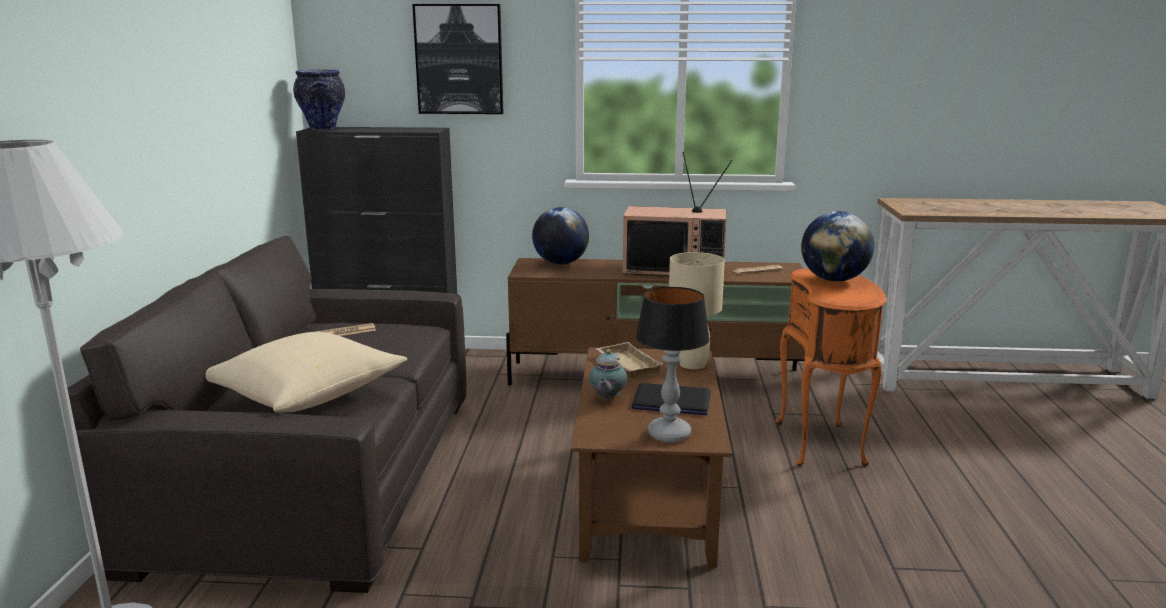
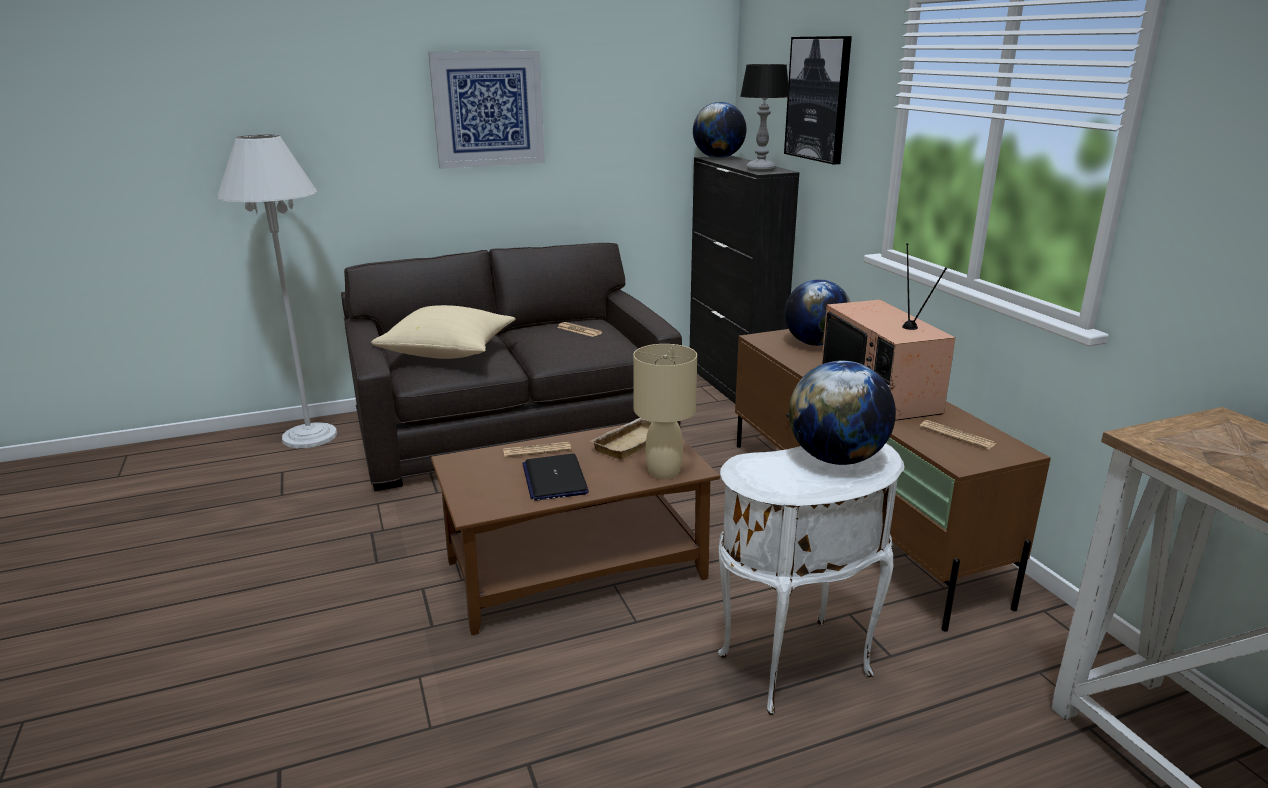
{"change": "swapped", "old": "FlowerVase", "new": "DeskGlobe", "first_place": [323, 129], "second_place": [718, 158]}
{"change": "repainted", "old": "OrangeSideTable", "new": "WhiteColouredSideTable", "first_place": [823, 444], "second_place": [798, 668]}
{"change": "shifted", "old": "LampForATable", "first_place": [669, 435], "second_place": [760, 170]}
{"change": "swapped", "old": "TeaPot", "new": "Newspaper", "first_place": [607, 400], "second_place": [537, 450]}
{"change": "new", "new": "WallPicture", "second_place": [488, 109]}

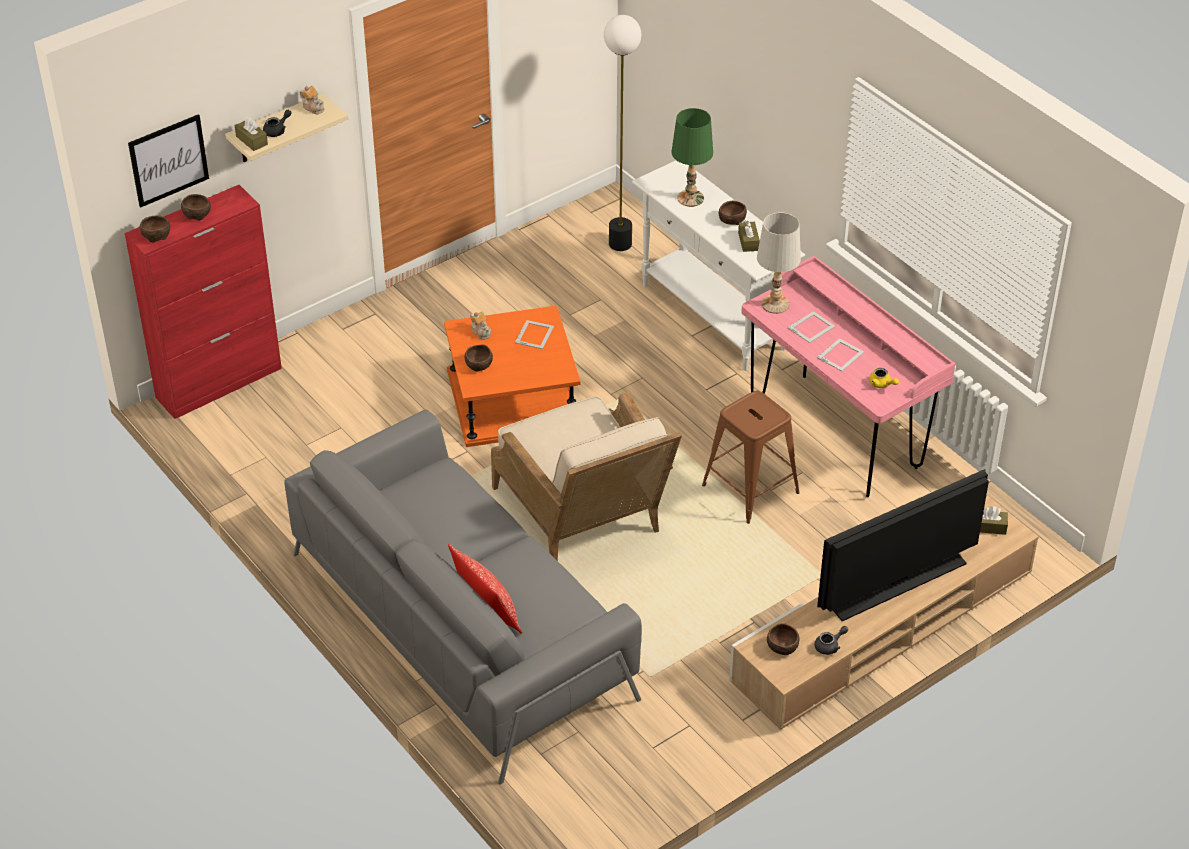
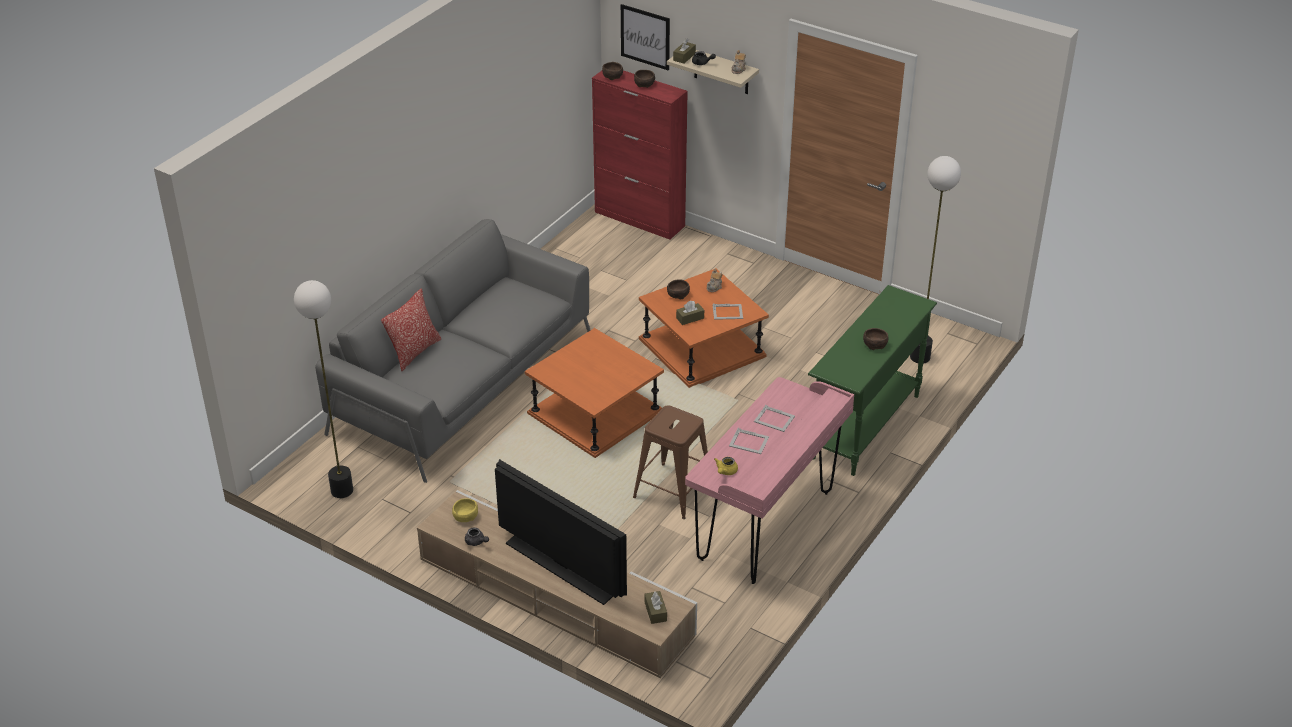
{"change": "gone", "old": "GreenColouredLampForATable", "first_place": [690, 198]}
{"change": "repainted", "old": "WhiteColouredNarrowTable", "new": "GreenColouredNarrowTable", "first_place": [713, 317], "second_place": [865, 427]}
{"change": "gone", "old": "WhiteColouredLampForATable", "first_place": [775, 304]}
{"change": "shifted", "old": "BrownishBoxOfTissues", "first_place": [748, 241], "second_place": [690, 318]}
{"change": "swapped", "old": "BeigeColouredEasyChair", "new": "OrangeSideTable", "first_place": [585, 519], "second_place": [595, 413]}
{"change": "repainted", "old": "BrownishBowl", "new": "YellowColouredBowl", "first_place": [782, 647], "second_place": [465, 517]}
{"change": "new", "new": "FloorLamp", "second_place": [341, 490]}

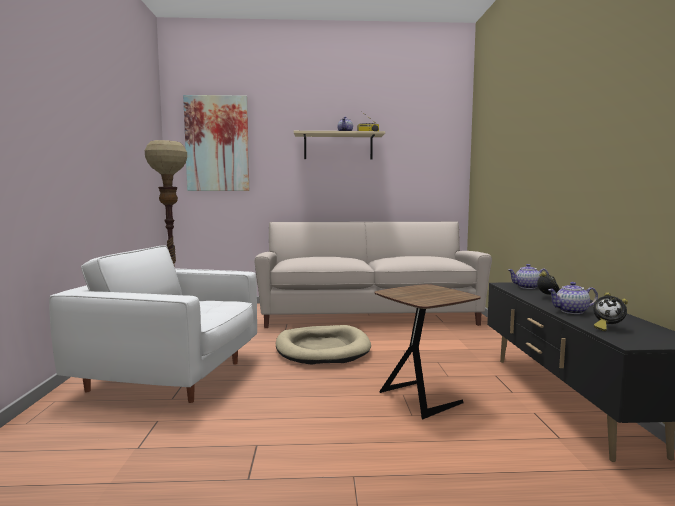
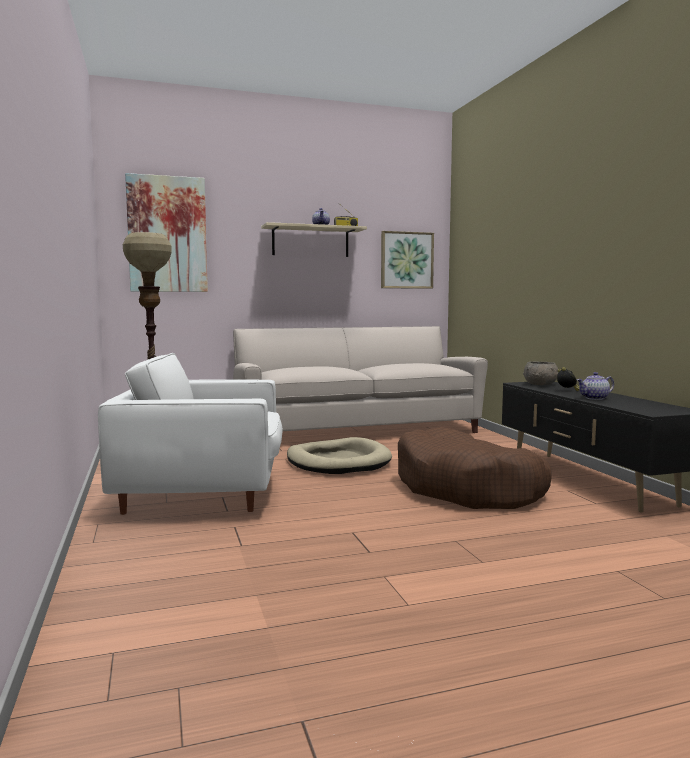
{"change": "swapped", "old": "TeaPot", "new": "GrayBowl", "first_place": [527, 287], "second_place": [541, 384]}
{"change": "swapped", "old": "BrownishSideTable", "new": "BrownishPetBed", "first_place": [422, 397], "second_place": [468, 489]}
{"change": "gone", "old": "BedsideClock", "first_place": [606, 328]}
{"change": "new", "new": "WallPicture", "second_place": [406, 260]}

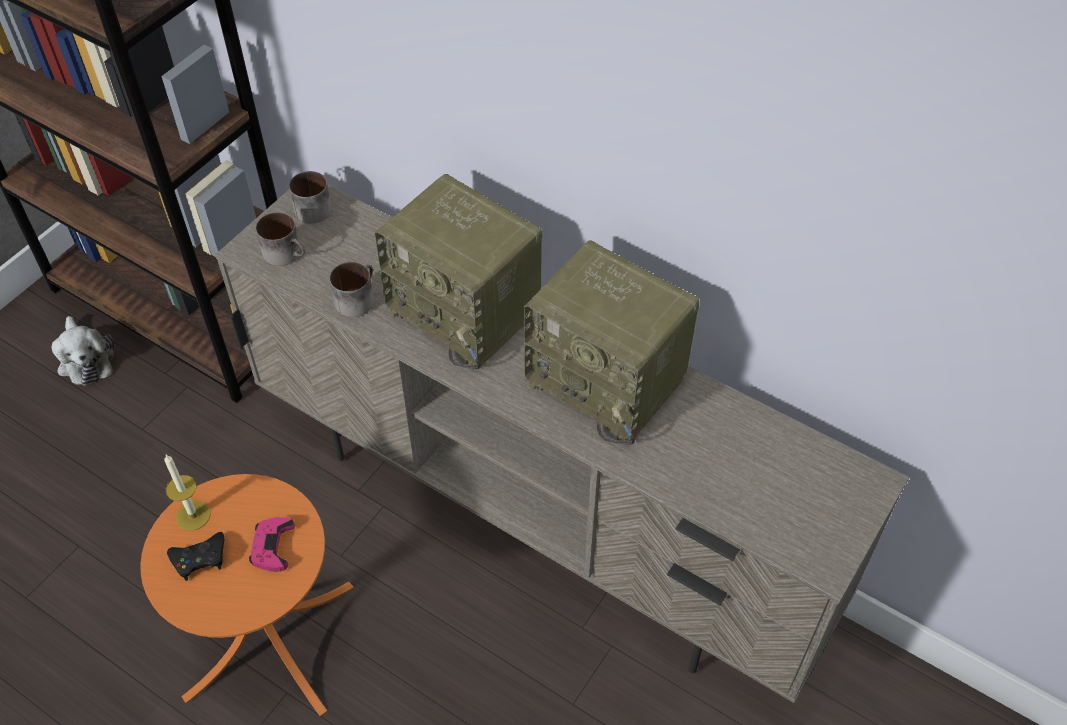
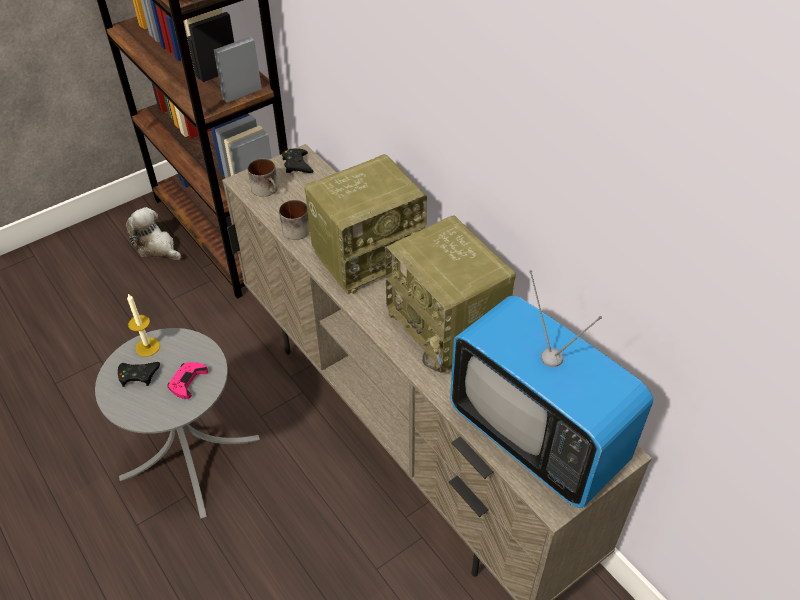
{"change": "swapped", "old": "Mug", "new": "BlackGamepad", "first_place": [310, 207], "second_place": [297, 164]}
{"change": "rotated", "old": "Radio", "first_place": [467, 311], "second_place": [369, 254], "degrees": -90}
{"change": "rotated", "old": "SoftToy", "first_place": [85, 359], "second_place": [157, 247], "degrees": 135}
{"change": "repainted", "old": "OrangeSideTable", "new": "GraySideTable", "first_place": [270, 640], "second_place": [191, 457]}
{"change": "new", "new": "Tv", "second_place": [537, 437]}

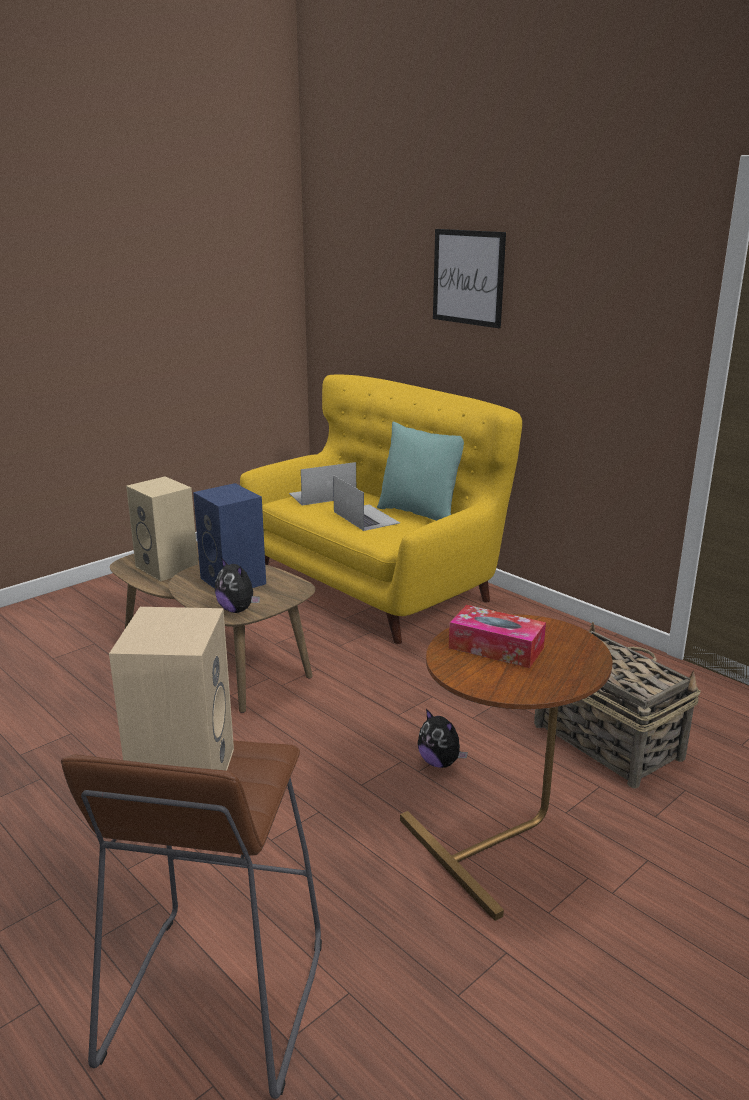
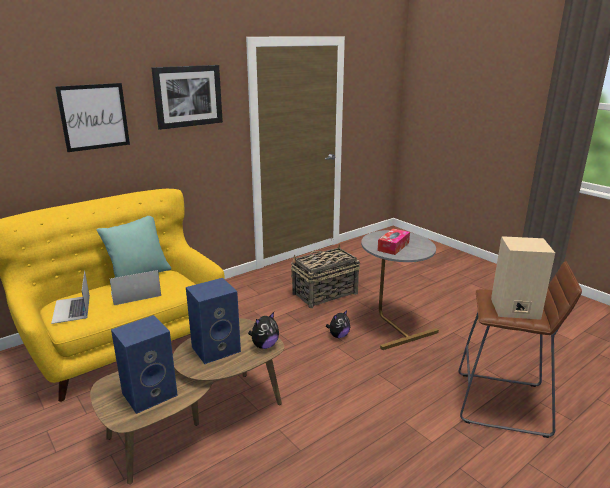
{"change": "repainted", "old": "BeigeColouredAudioSpeaker", "new": "BlueAudioSpeaker", "first_place": [168, 568], "second_place": [150, 393]}
{"change": "repainted", "old": "BrownishSideTable", "new": "GraySideTable", "first_place": [503, 840], "second_place": [392, 326]}
{"change": "new", "new": "WallPicture", "second_place": [188, 96]}

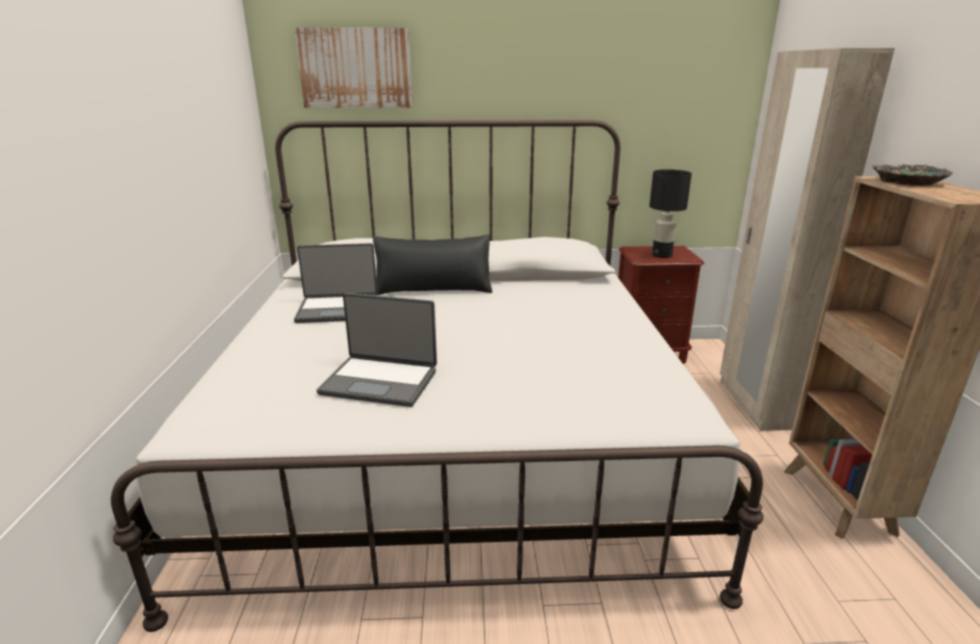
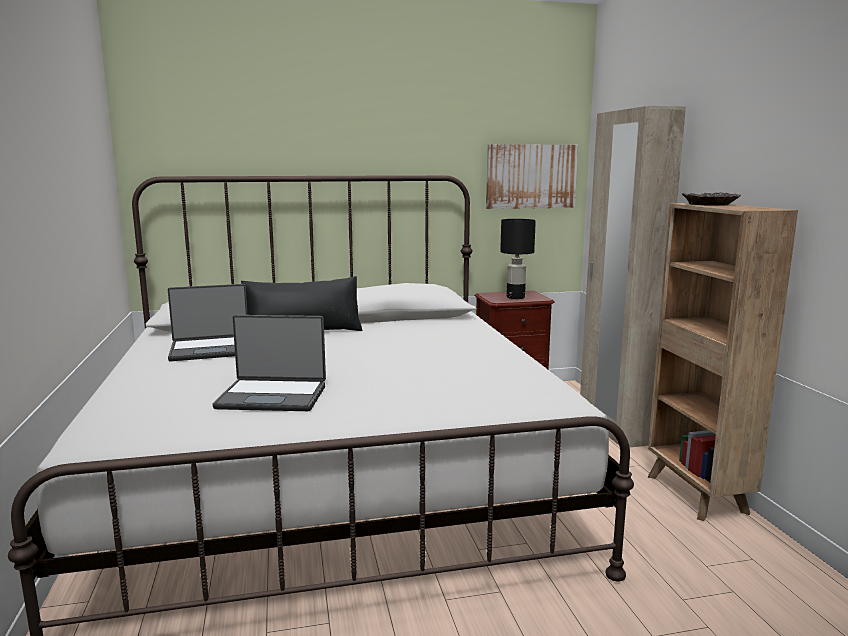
{"change": "shifted", "old": "WallPicture", "first_place": [356, 68], "second_place": [531, 176]}

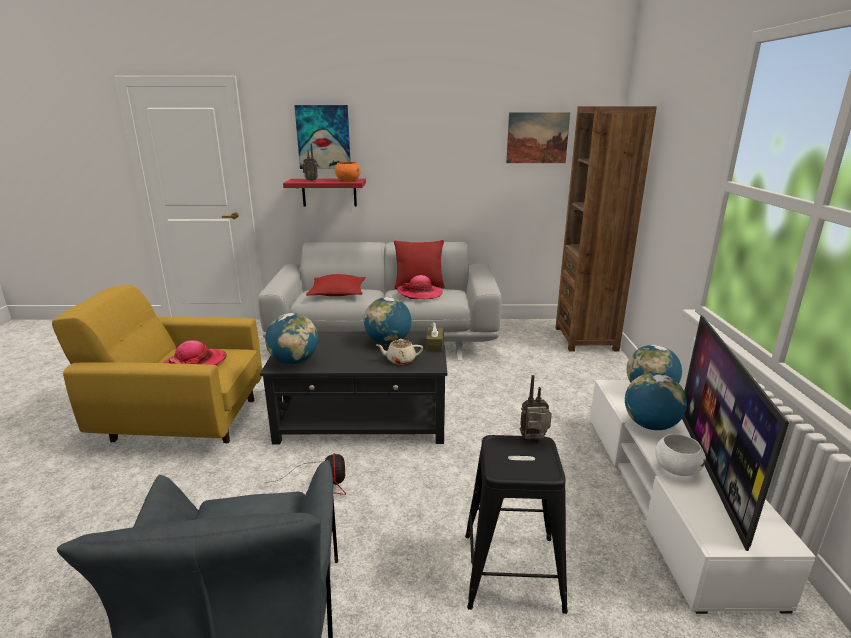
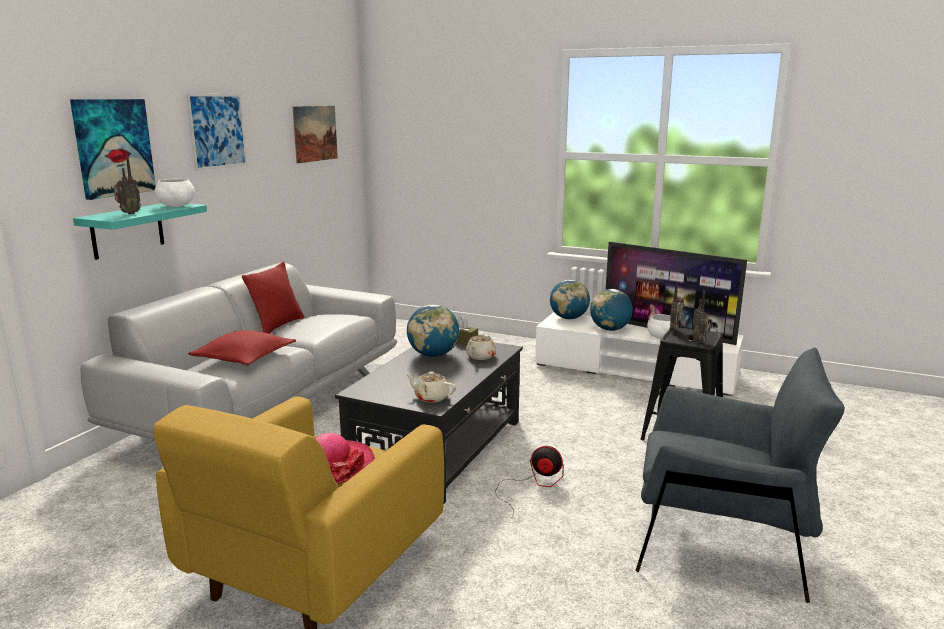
{"change": "gone", "old": "BrownishBookshelf", "first_place": [586, 339]}
{"change": "repainted", "old": "OrangeBowl", "new": "WhiteColouredBowl", "first_place": [348, 181], "second_place": [176, 206]}
{"change": "repainted", "old": "RedShelf", "new": "TurquoiseColouredShelf", "first_place": [329, 192], "second_place": [127, 230]}
{"change": "gone", "old": "WearableHat", "first_place": [420, 293]}
{"change": "swapped", "old": "DeskGlobe", "new": "BeigeColouredTeaPot", "first_place": [294, 361], "second_place": [431, 397]}
{"change": "new", "new": "WallPicture", "second_place": [217, 131]}
{"change": "new", "new": "Radio", "second_place": [699, 341]}

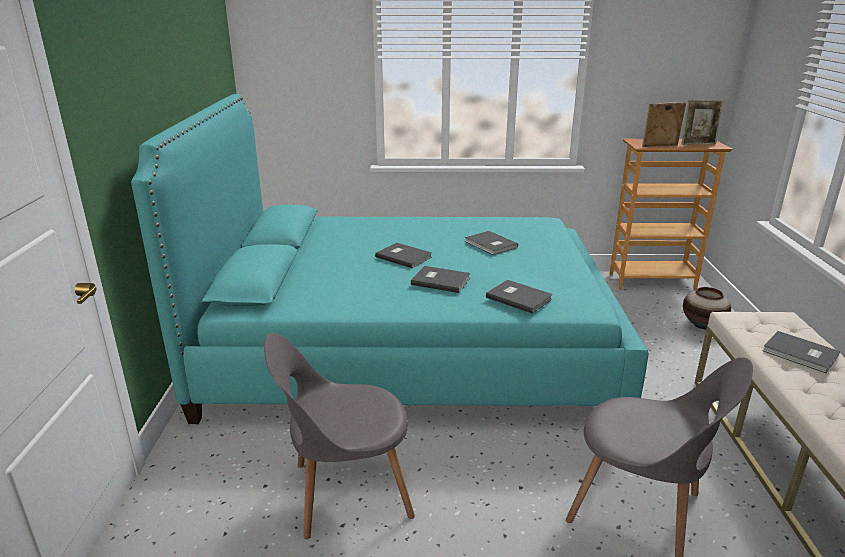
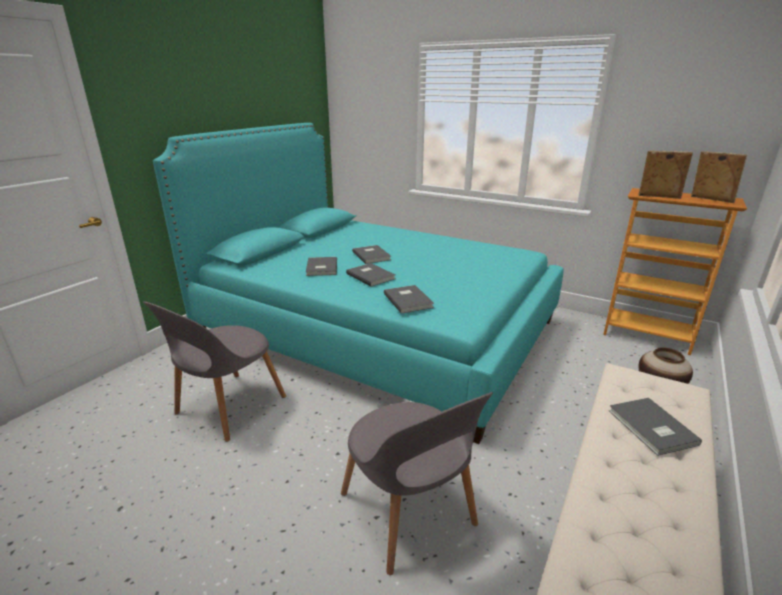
{"change": "rotated", "old": "StandingFrame", "first_place": [698, 144], "second_place": [710, 200], "degrees": -150}
{"change": "shifted", "old": "GrayVolume", "first_place": [490, 245], "second_place": [320, 268]}
{"change": "rotated", "old": "GrayUprightChair", "first_place": [346, 491], "second_place": [227, 407], "degrees": -75}

